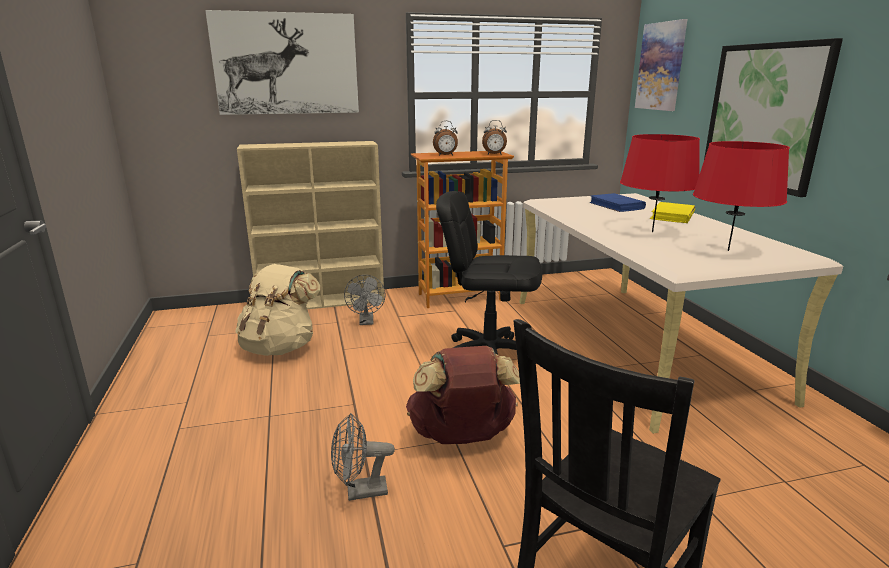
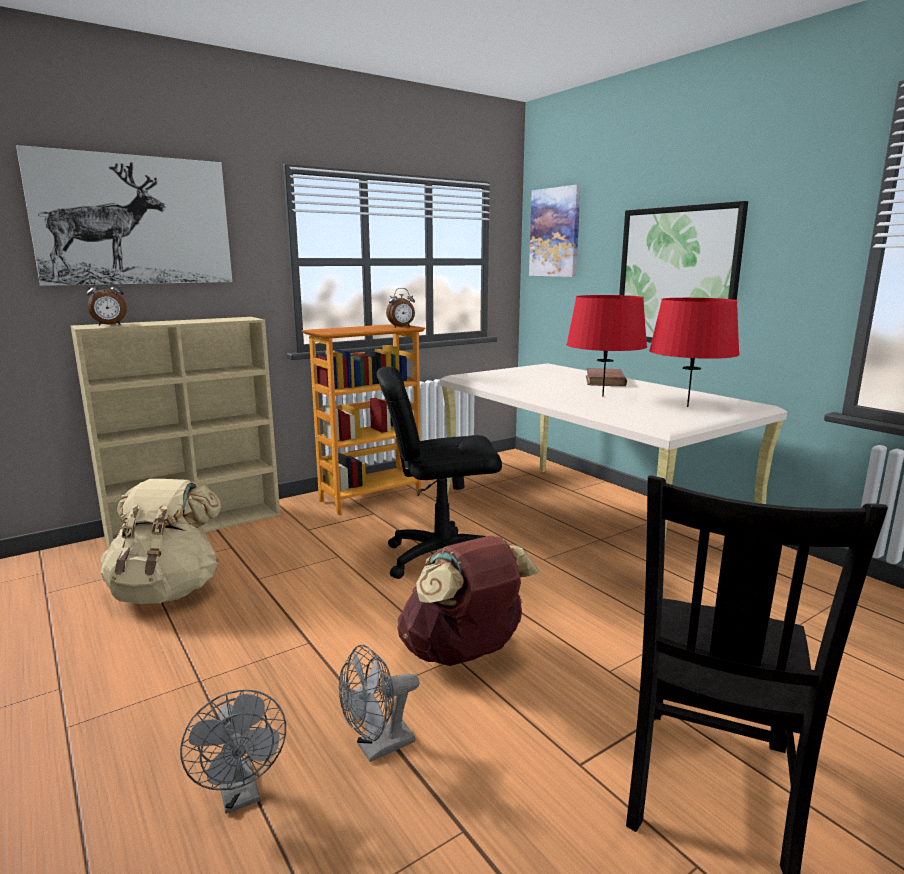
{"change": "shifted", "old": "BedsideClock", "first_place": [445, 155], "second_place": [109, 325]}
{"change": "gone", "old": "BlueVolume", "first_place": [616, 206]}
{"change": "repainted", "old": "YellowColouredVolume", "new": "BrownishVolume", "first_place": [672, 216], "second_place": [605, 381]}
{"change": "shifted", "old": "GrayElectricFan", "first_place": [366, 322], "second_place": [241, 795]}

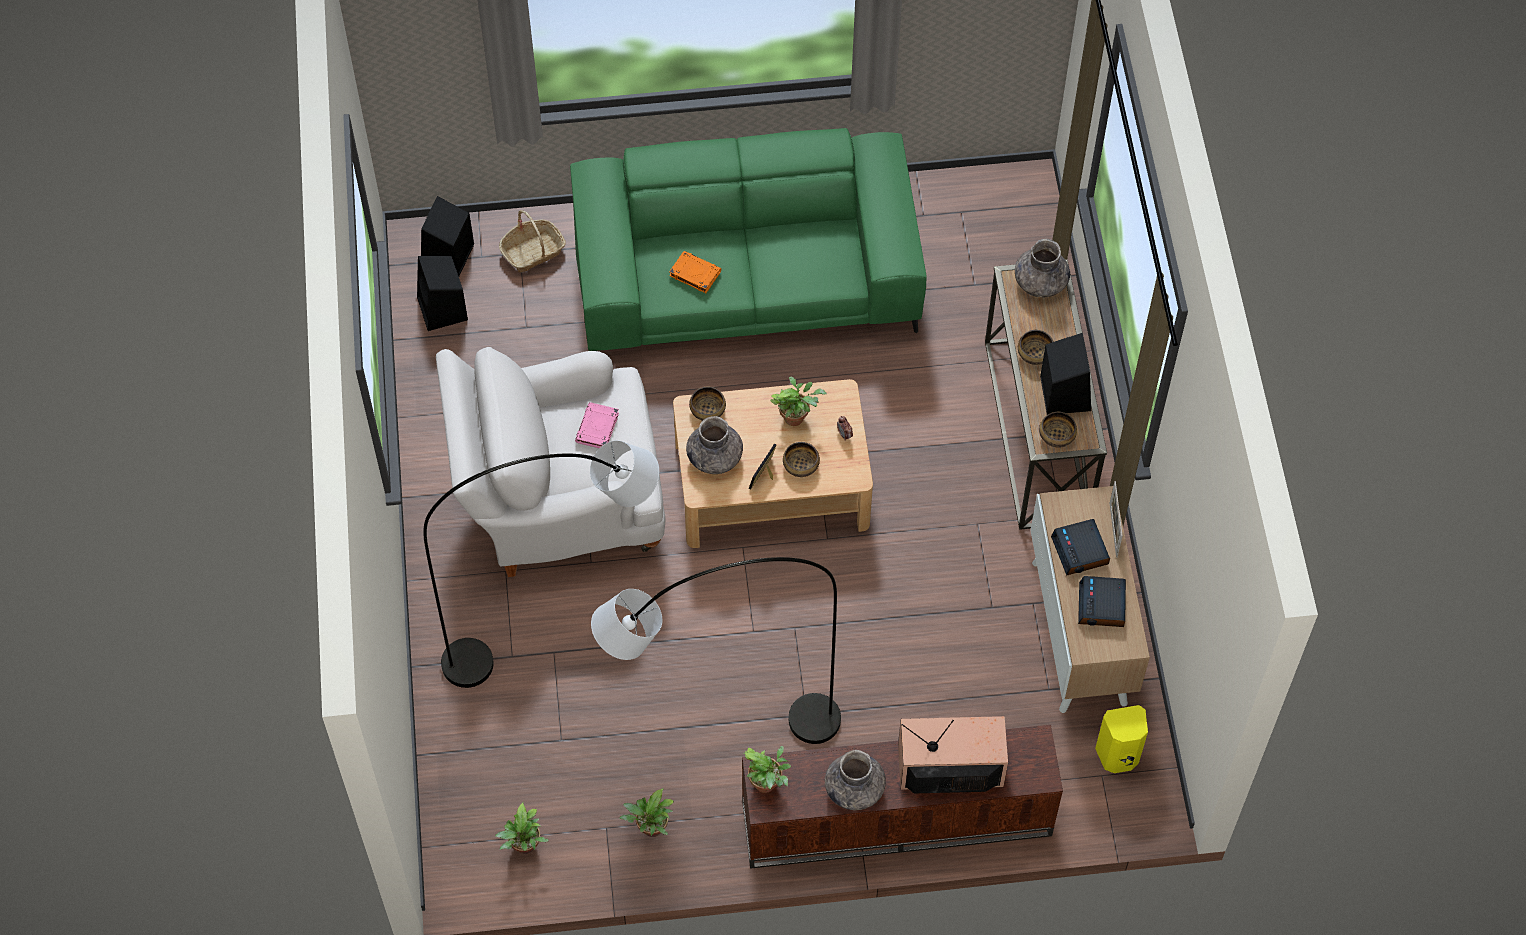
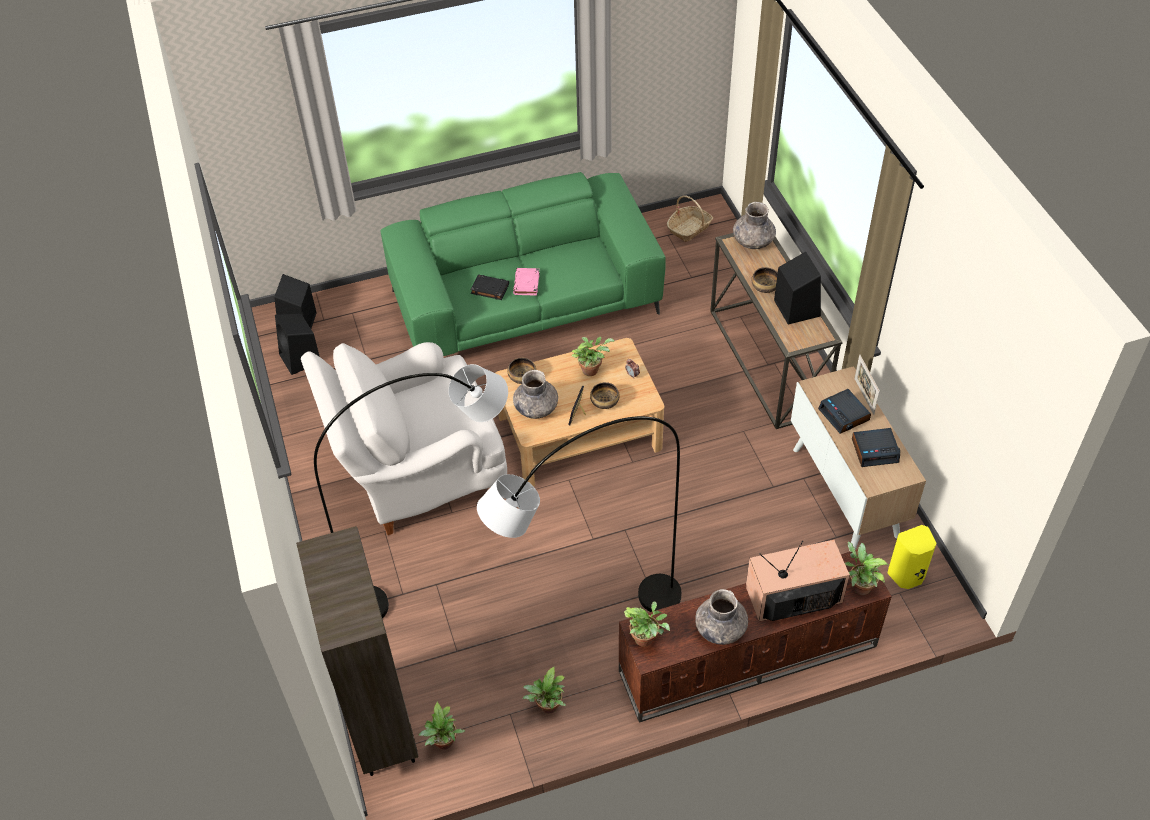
{"change": "shifted", "old": "HouseholdBasket", "first_place": [533, 252], "second_place": [689, 228]}
{"change": "repainted", "old": "OrangeVolume", "new": "BlackVolume", "first_place": [694, 274], "second_place": [489, 289]}
{"change": "shifted", "old": "PinkColouredVolume", "first_place": [597, 428], "second_place": [526, 284]}
{"change": "gone", "old": "Bowl", "first_place": [1056, 435]}
{"change": "rotated", "old": "BedsideClock", "first_place": [1102, 606], "second_place": [875, 450], "degrees": -90}
{"change": "new", "new": "BrownishBookshelf", "second_place": [380, 727]}
{"change": "new", "new": "Houseplant", "second_place": [859, 586]}

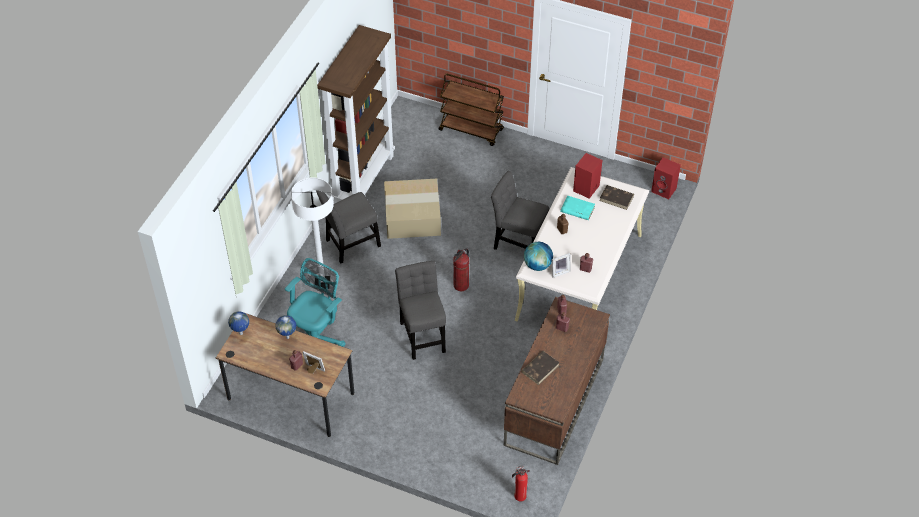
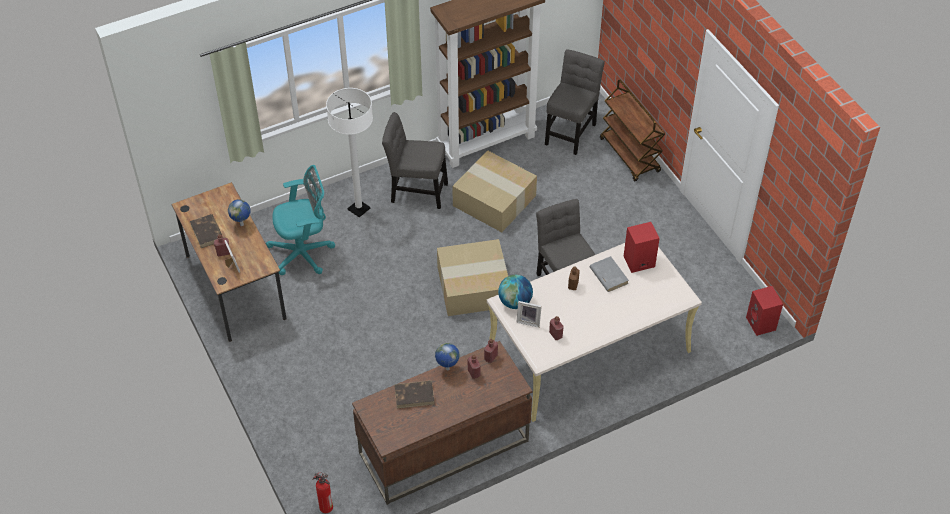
{"change": "shifted", "old": "BrownishVolume", "first_place": [617, 198], "second_place": [207, 232]}
{"change": "repainted", "old": "TurquoiseColouredVolume", "new": "GrayVolume", "first_place": [577, 209], "second_place": [608, 275]}
{"change": "swapped", "old": "FireExtinguisher", "new": "PackingBox", "first_place": [461, 285], "second_place": [472, 288]}
{"change": "shifted", "old": "GrayUprightChair", "first_place": [422, 334], "second_place": [571, 132]}
{"change": "shifted", "old": "DeskGlobe", "first_place": [241, 334], "second_place": [447, 369]}

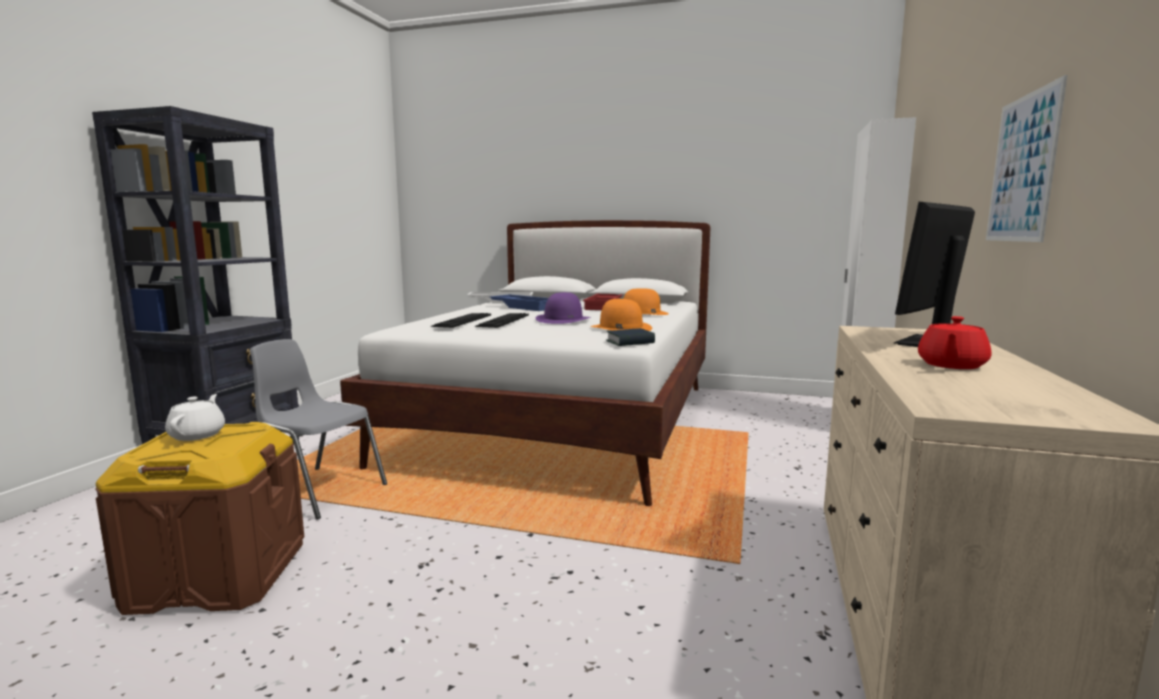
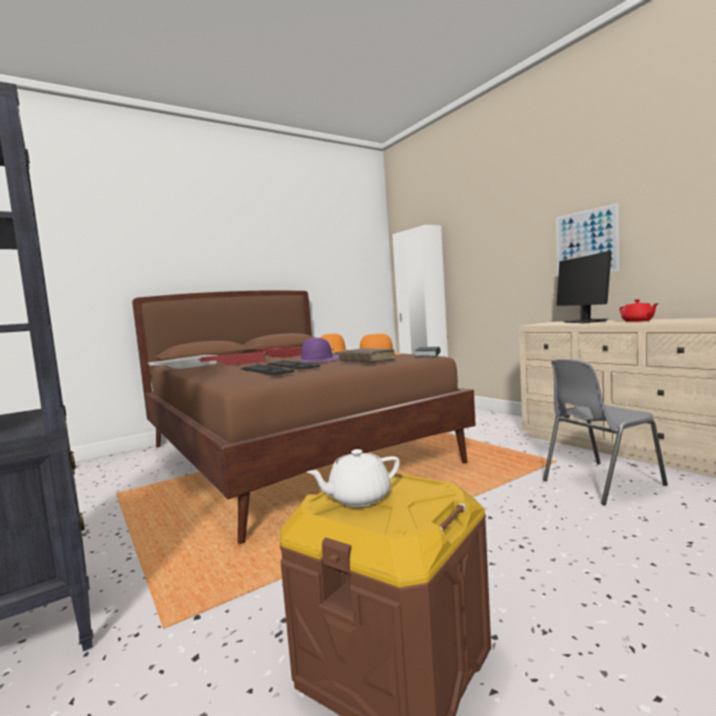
{"change": "repainted", "old": "WhiteColouredSleepingBed", "new": "BrownishSleepingBed", "first_place": [563, 421], "second_place": [291, 453]}
{"change": "repainted", "old": "BlueTray", "new": "RedTray", "first_place": [524, 307], "second_place": [235, 363]}
{"change": "shifted", "old": "GrayUprightChair", "first_place": [318, 491], "second_place": [600, 483]}
{"change": "rotated", "old": "WhiteColouredTeaPot", "first_place": [198, 435], "second_place": [358, 498], "degrees": -60}
{"change": "new", "new": "BrownishVolume", "second_place": [367, 361]}

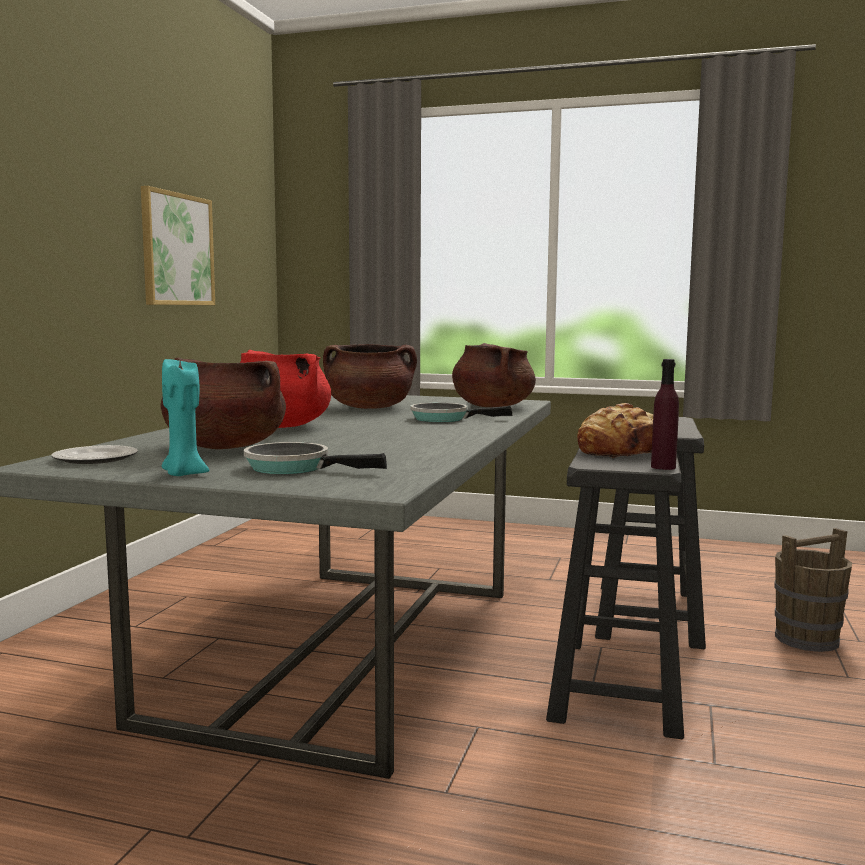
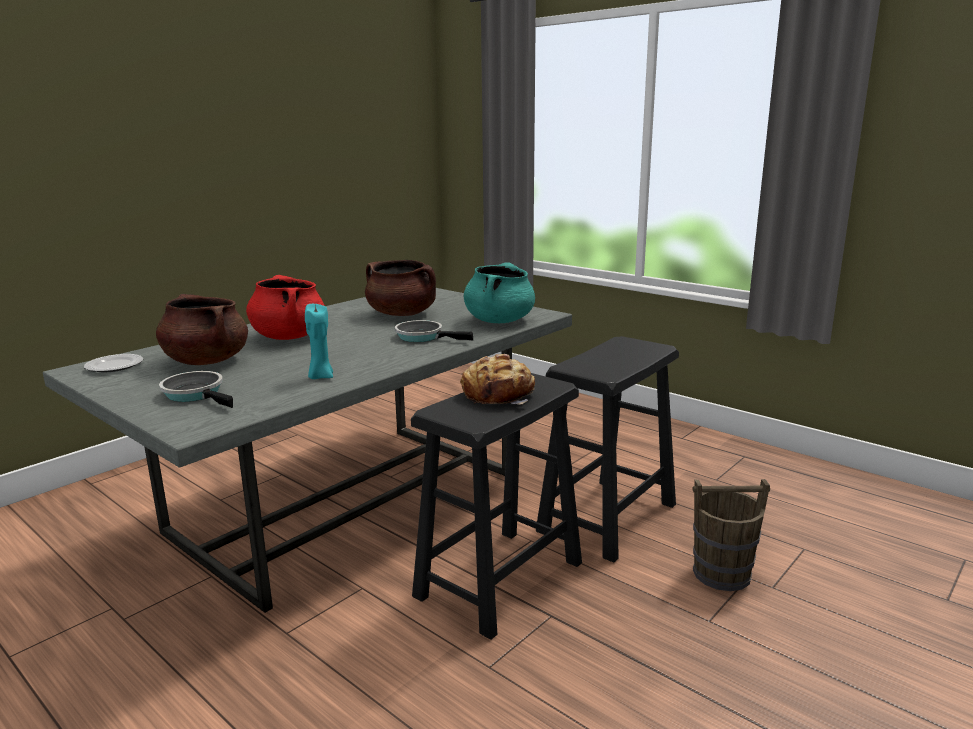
{"change": "gone", "old": "WallPicture", "first_place": [177, 249]}
{"change": "repainted", "old": "BrownishSaucepot", "new": "TurquoiseColouredSaucepot", "first_place": [492, 406], "second_place": [499, 320]}
{"change": "shifted", "old": "TurquoiseColouredWaxLight", "first_place": [183, 474], "second_place": [320, 377]}
{"change": "gone", "old": "PurpleColouredBeverageBottle", "first_place": [663, 467]}

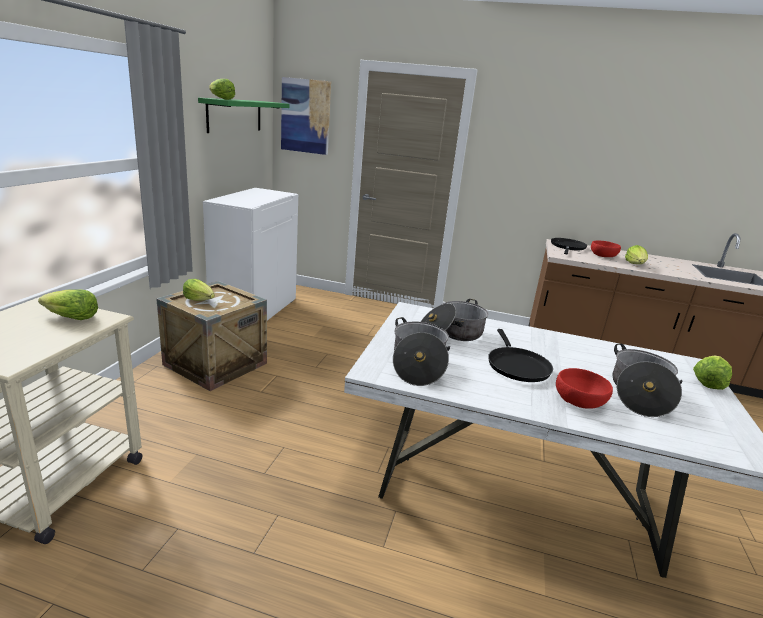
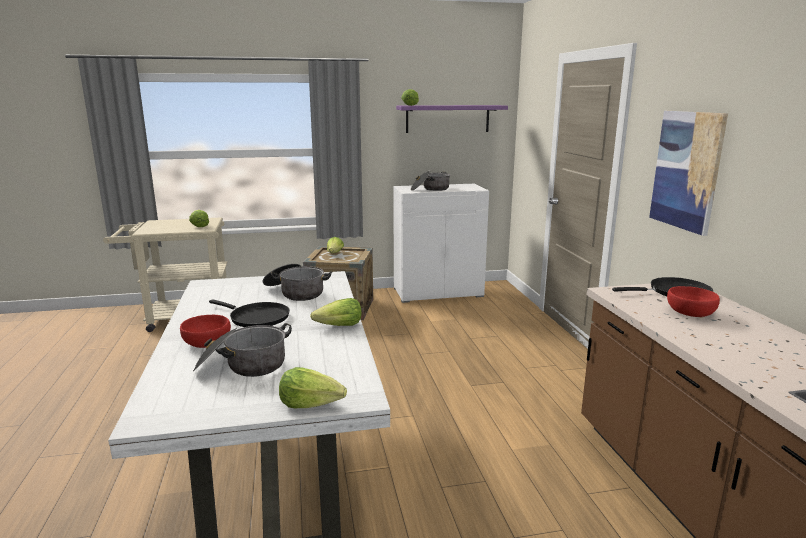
{"change": "shifted", "old": "WallPicture", "first_place": [305, 116], "second_place": [686, 170]}
{"change": "repainted", "old": "GreenColouredShelf", "new": "PurpleColouredShelf", "first_place": [235, 115], "second_place": [447, 118]}
{"change": "shifted", "old": "LettuceHead", "first_place": [635, 264], "second_place": [339, 326]}
{"change": "shifted", "old": "Saucepot", "first_place": [417, 364], "second_place": [430, 189]}
{"change": "rotated", "old": "BlackSkillet", "first_place": [516, 365], "second_place": [256, 318], "degrees": -120}

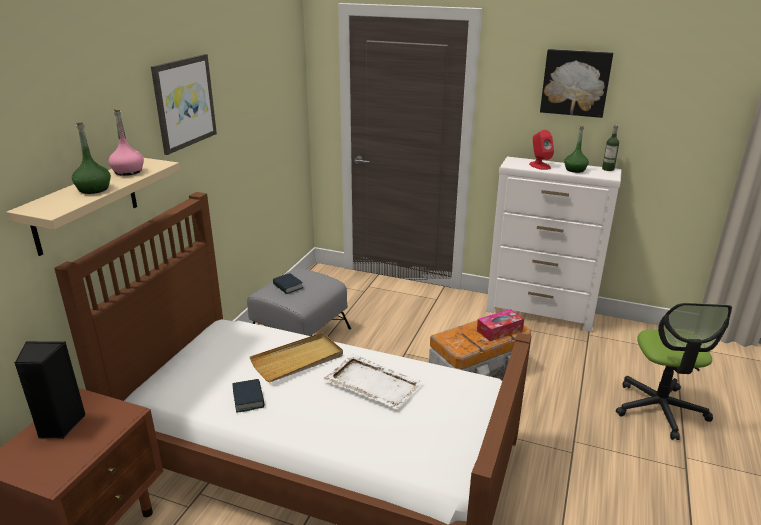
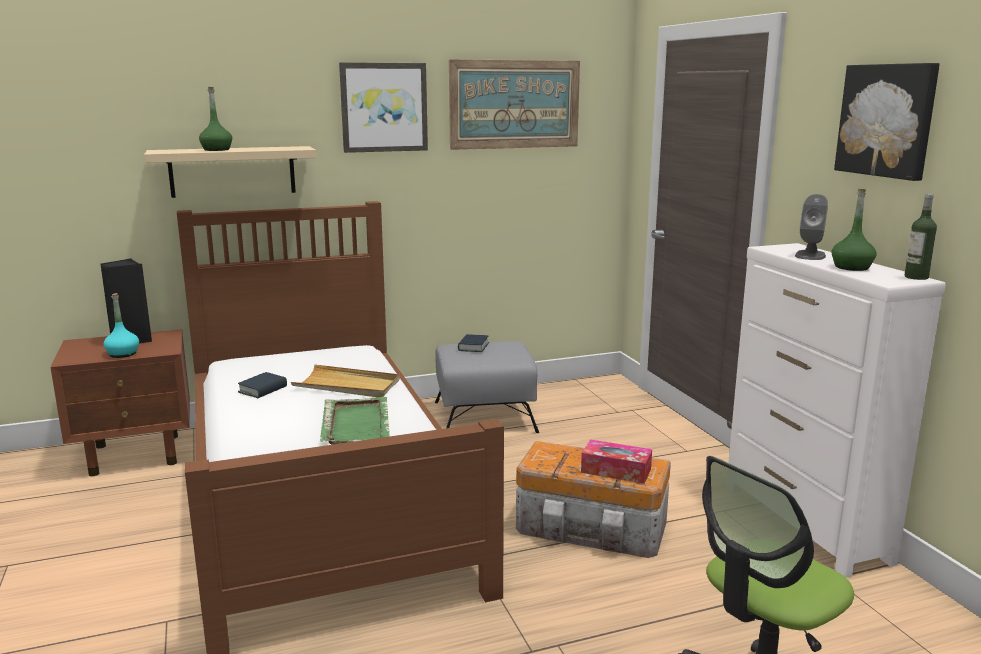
{"change": "gone", "old": "PinkColouredBeverageBottle", "first_place": [128, 171]}
{"change": "repainted", "old": "RedAudioSpeaker", "new": "GrayAudioSpeaker", "first_place": [539, 165], "second_place": [810, 255]}
{"change": "repainted", "old": "WhiteColouredTray", "new": "GreenColouredTray", "first_place": [372, 383], "second_place": [356, 423]}
{"change": "new", "new": "WallPicture", "second_place": [515, 104]}
{"change": "new", "new": "TurquoiseColouredBeverageBottle", "second_place": [123, 354]}

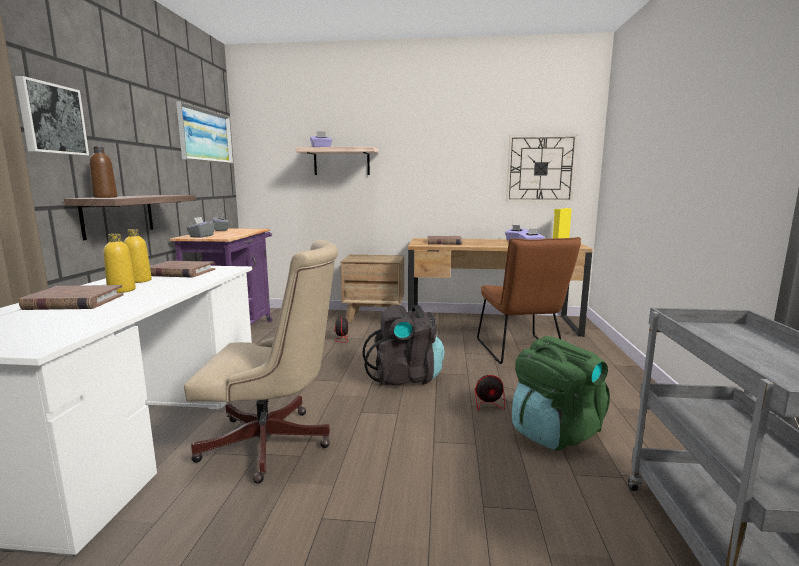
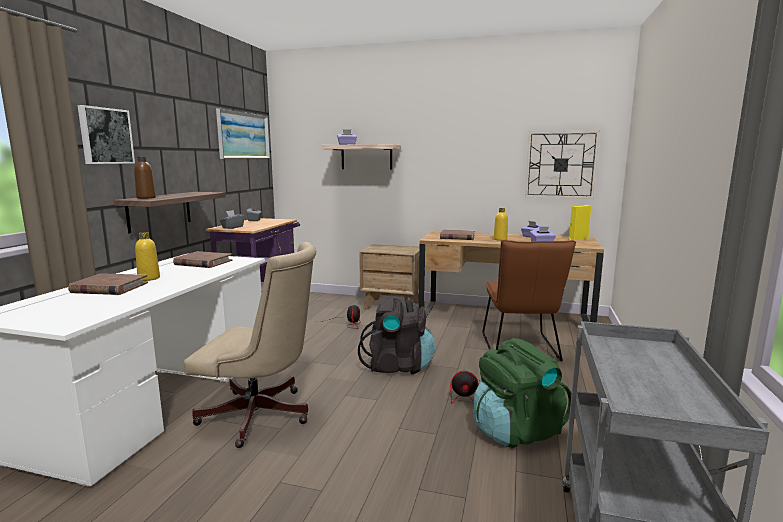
{"change": "shifted", "old": "YellowColouredBeverageBottle", "first_place": [139, 281], "second_place": [500, 239]}

